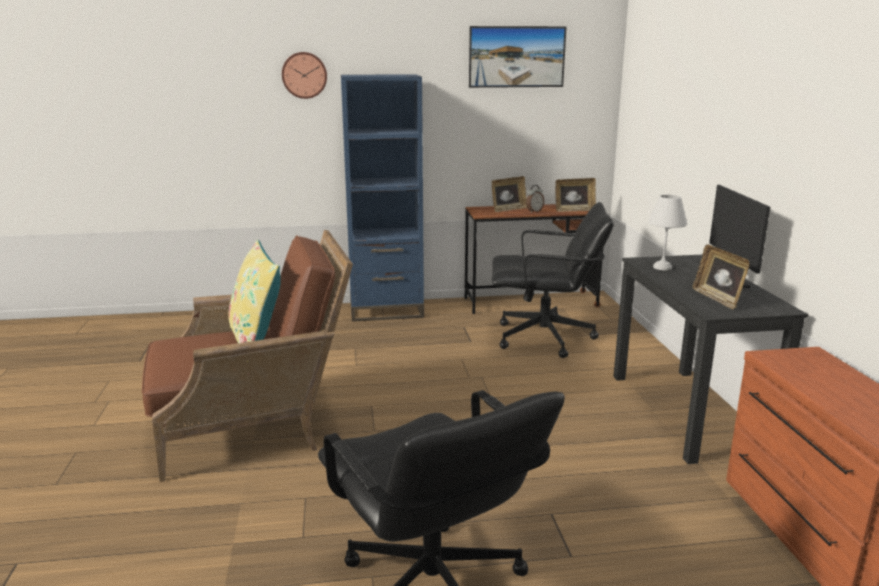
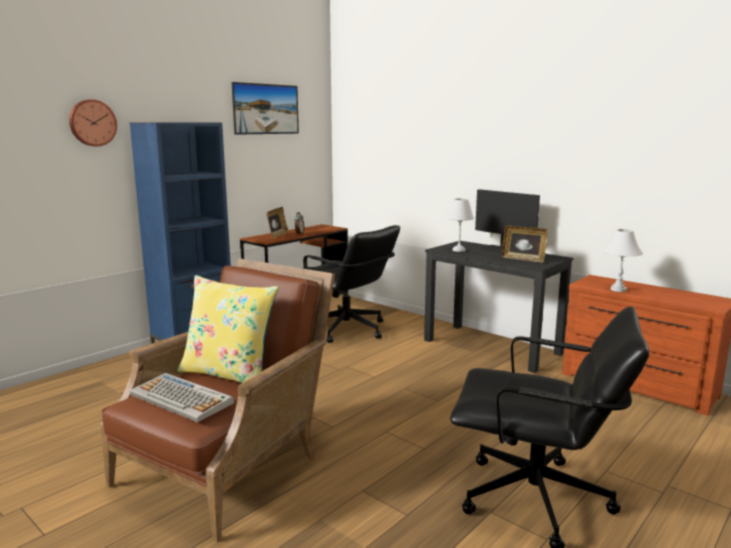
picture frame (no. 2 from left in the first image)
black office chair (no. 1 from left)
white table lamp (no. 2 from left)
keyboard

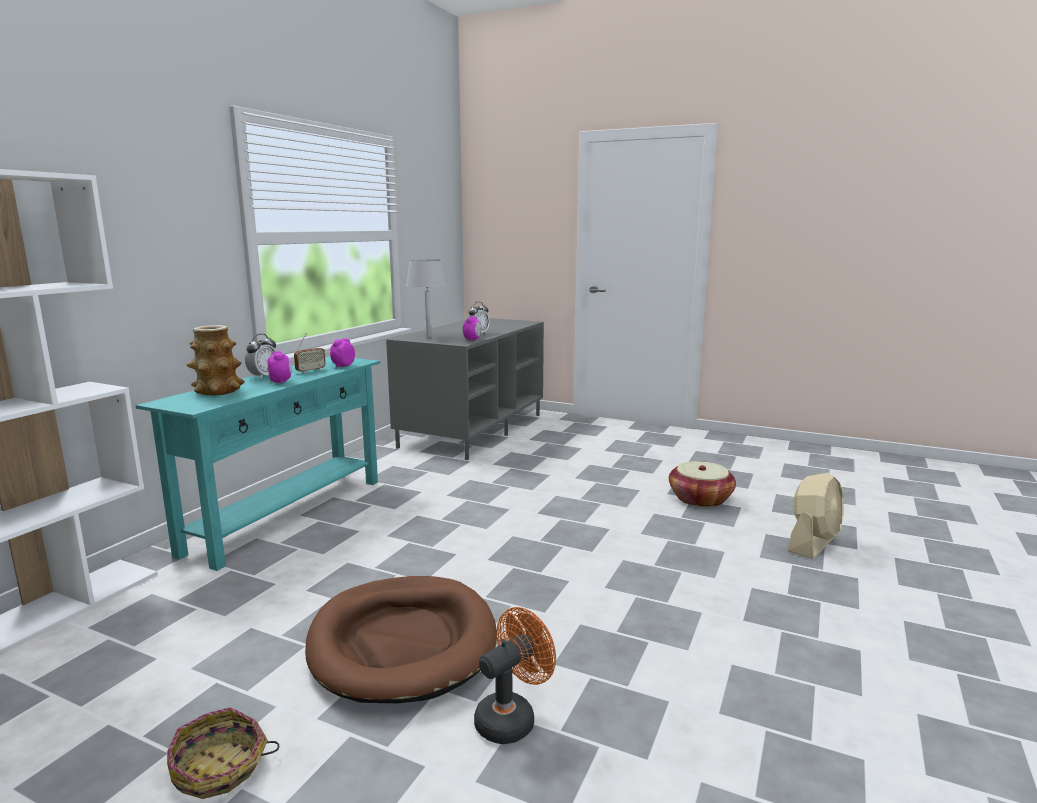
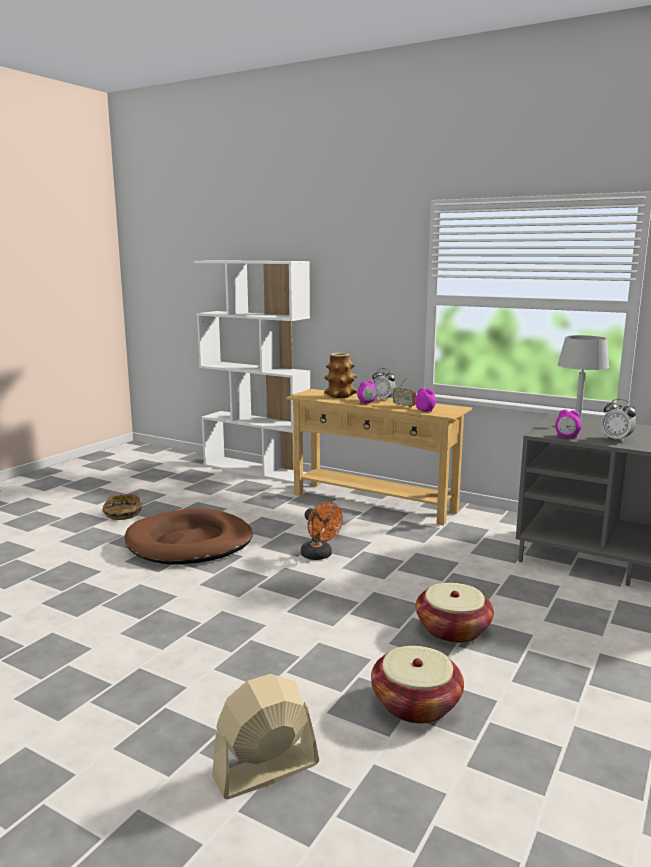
beige console table
beige fan
orange fan
basket (no. 3 from left)

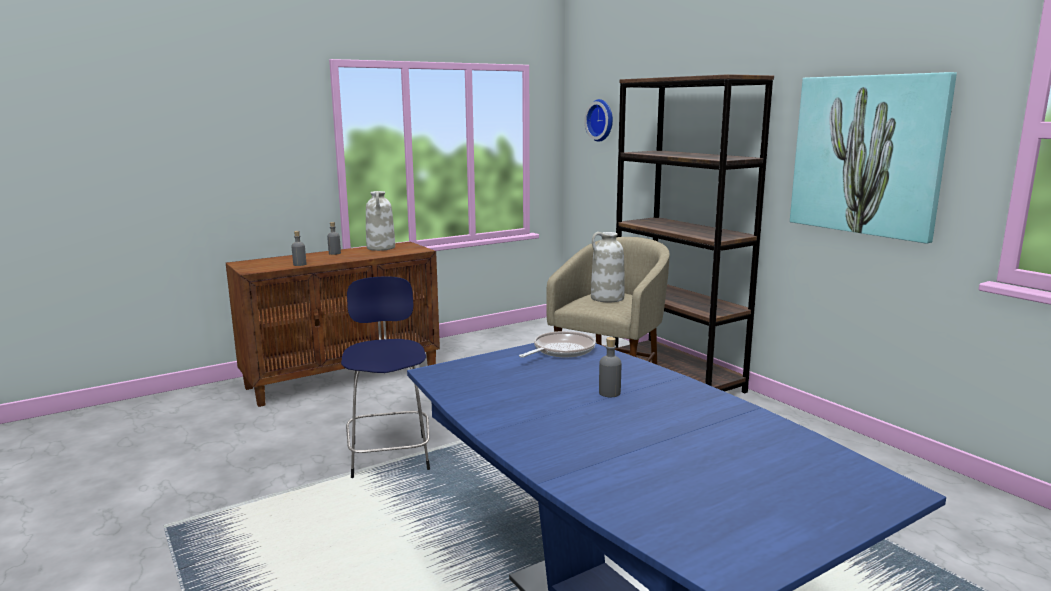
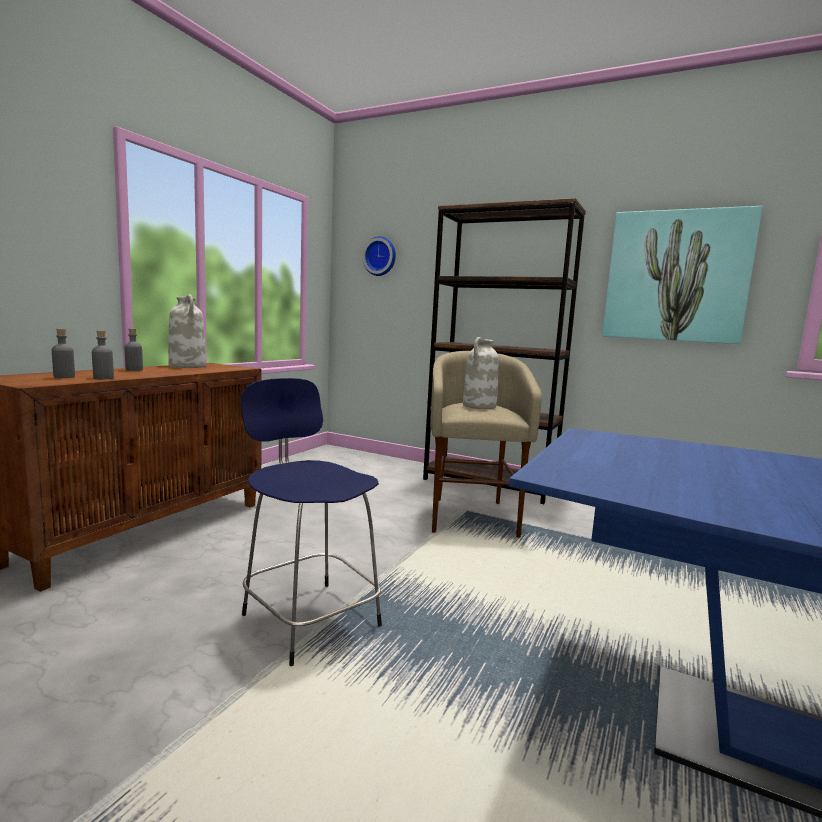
frying pan
grey bottle (no. 1 from left)

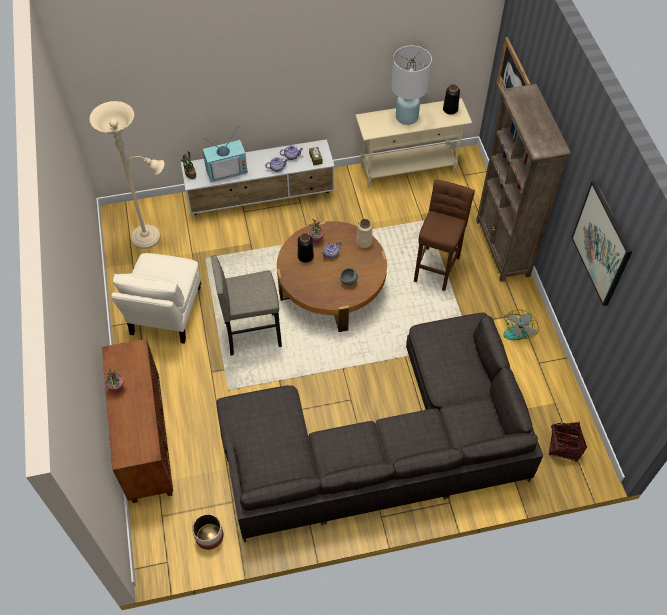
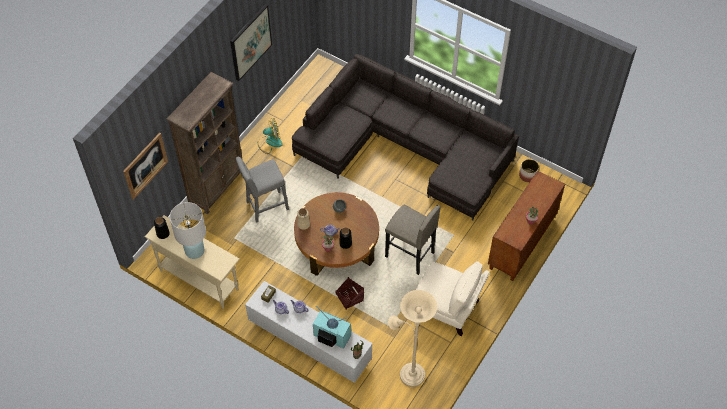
grey stool (no. 1 from left)
beige armchair
basket

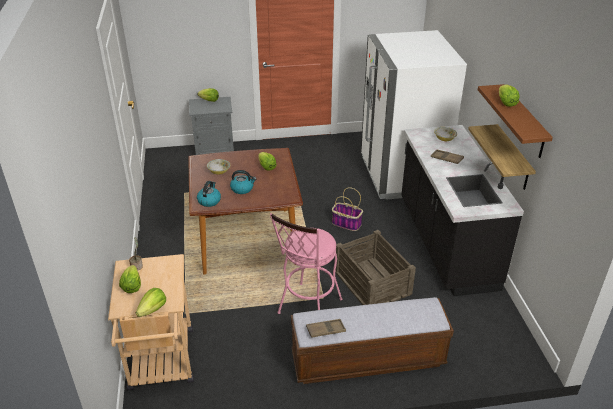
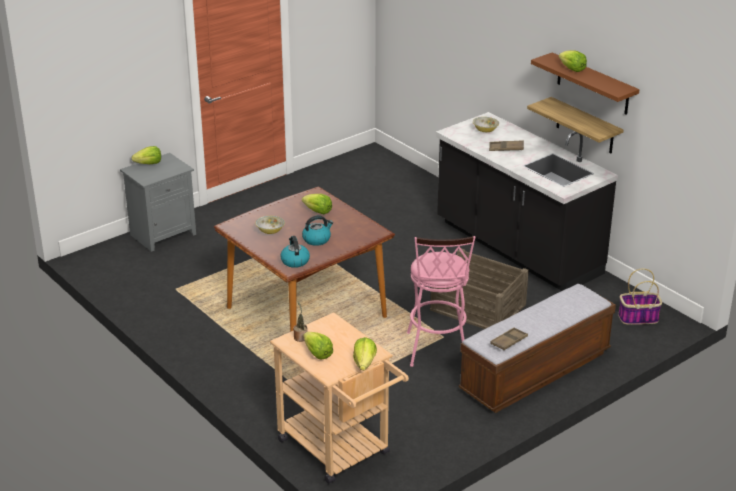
white fridge
basket

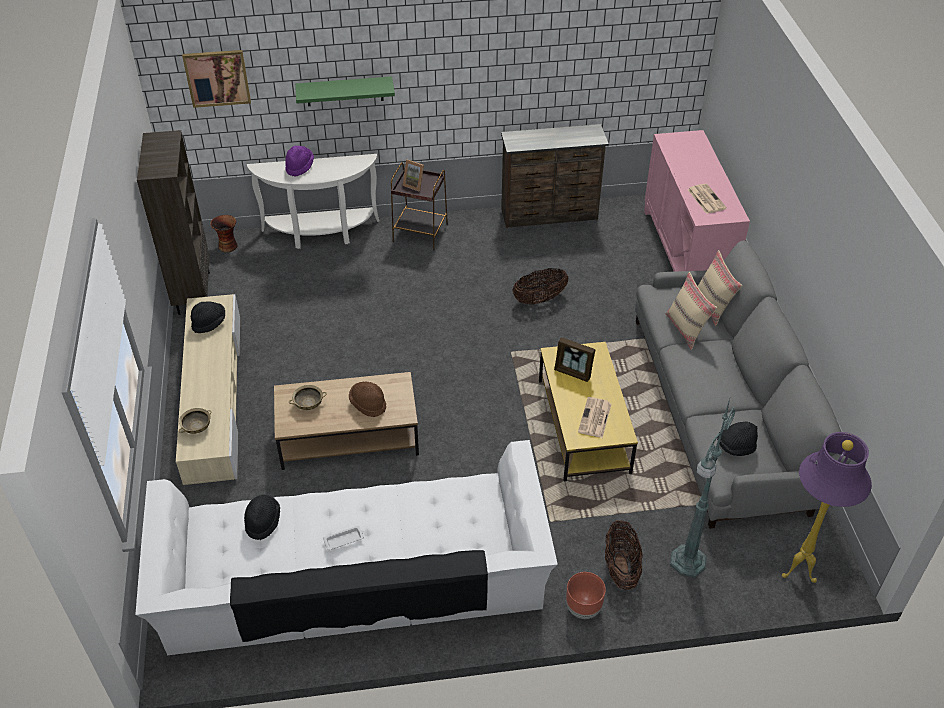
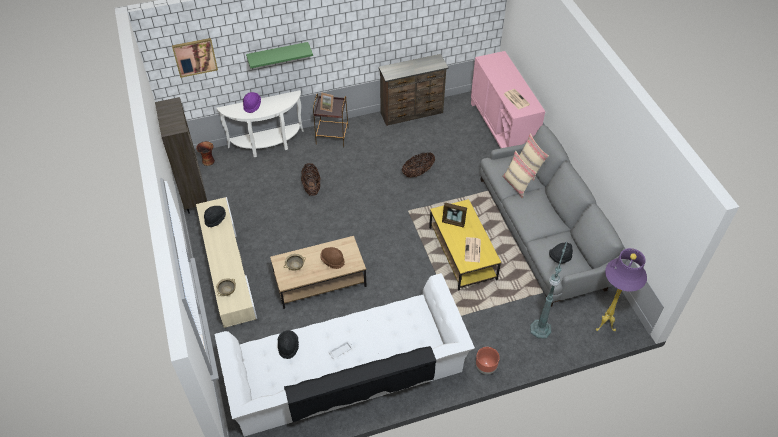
basket (no. 1 from left)

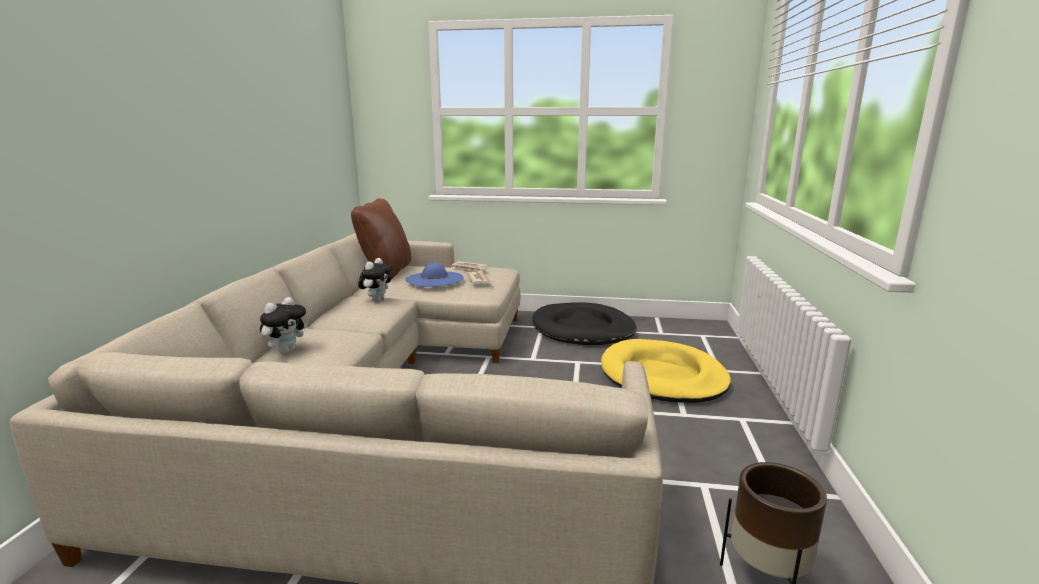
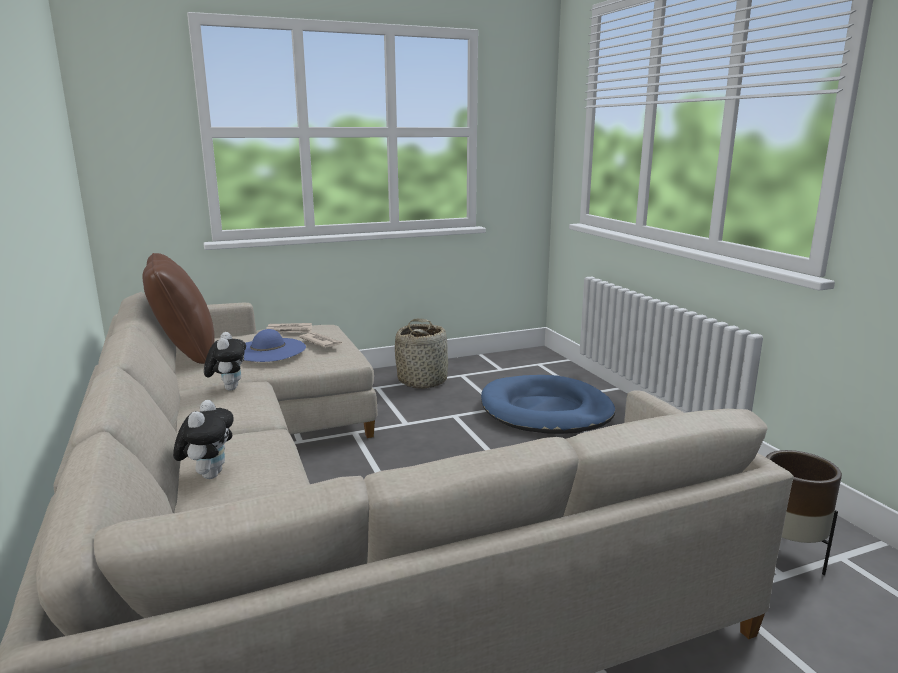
basket
blue dog bed

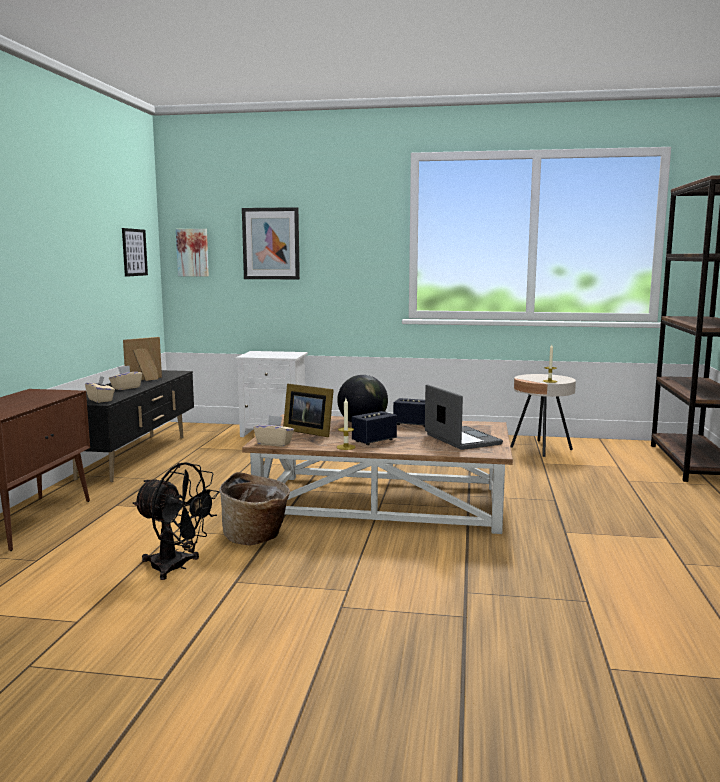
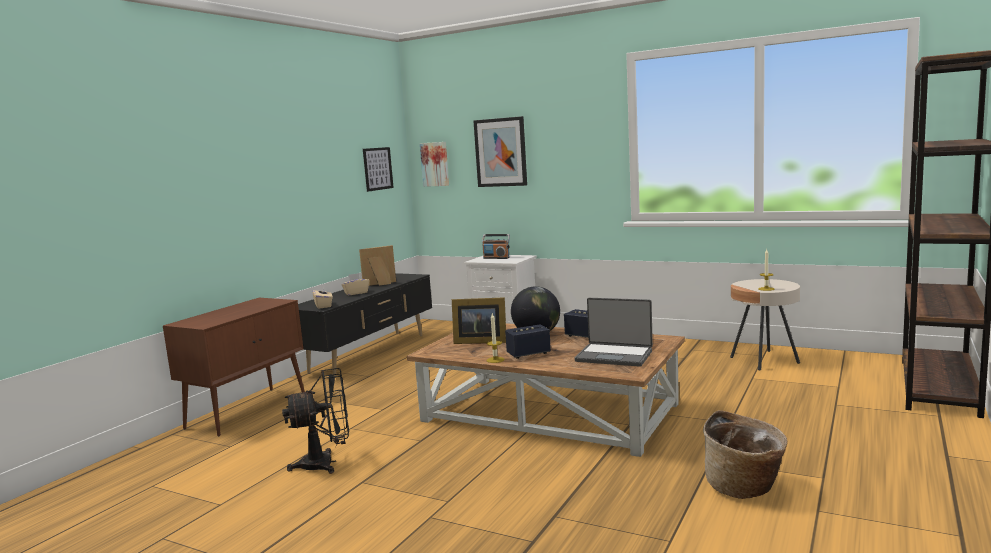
picture frame (no. 2 from left)
laptop
beige tissue box (no. 3 from left in the first image)
black fan
basket
radio

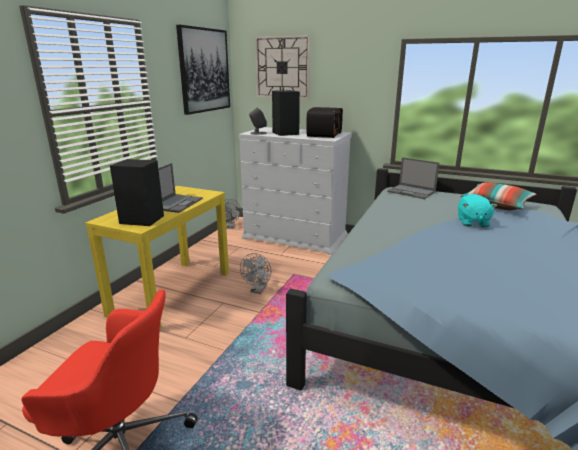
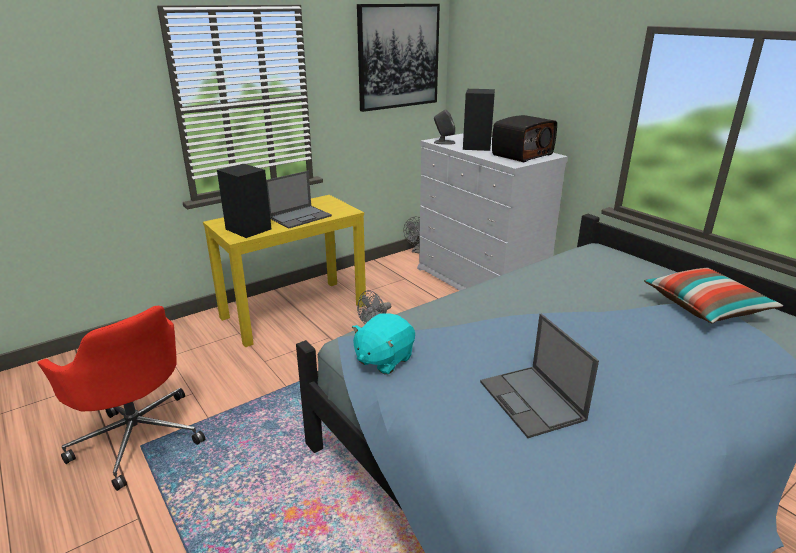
wall clock
laptop (no. 2 from left)
turquoise plush toy

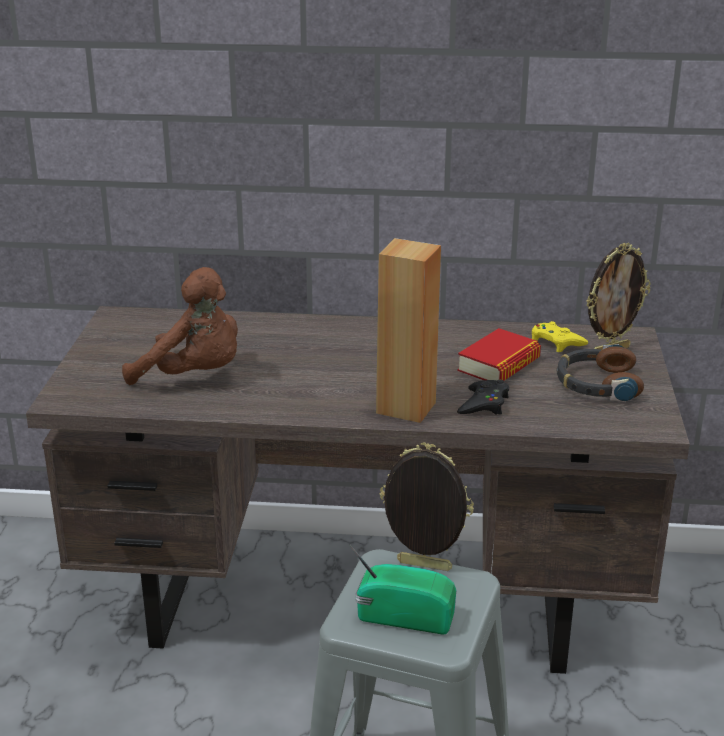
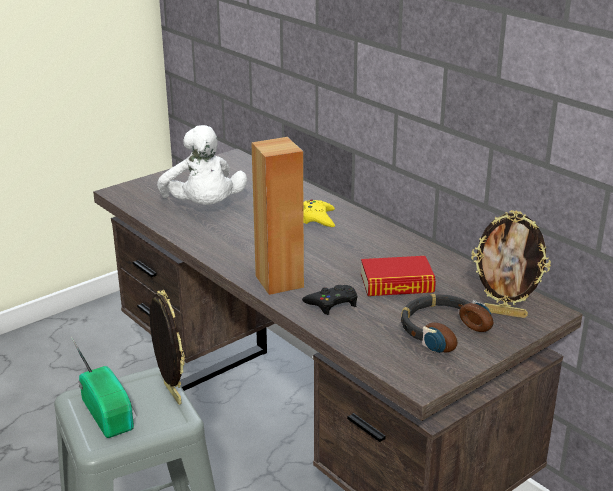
white plush toy
yellow game controller

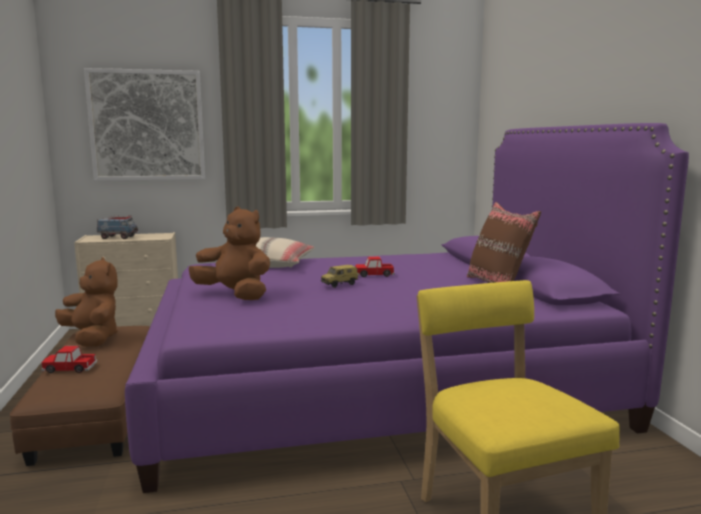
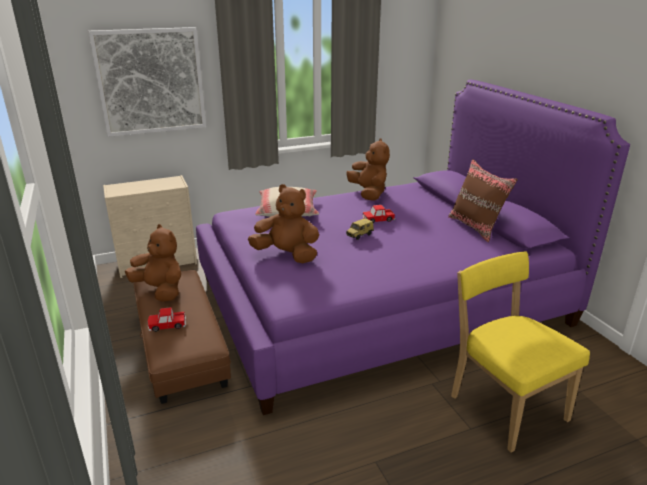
toy truck
brown plush toy (no. 3 from left)

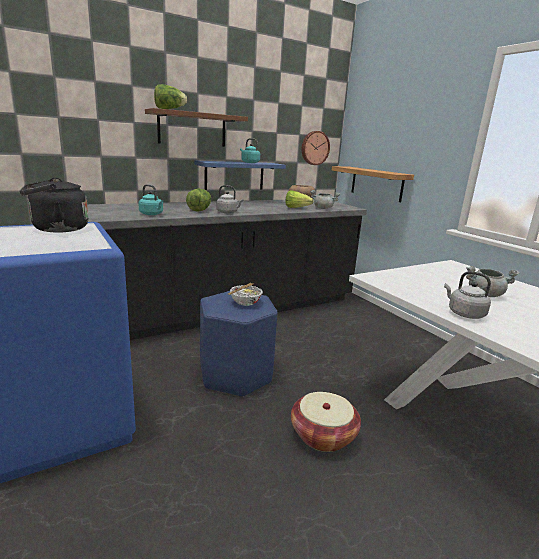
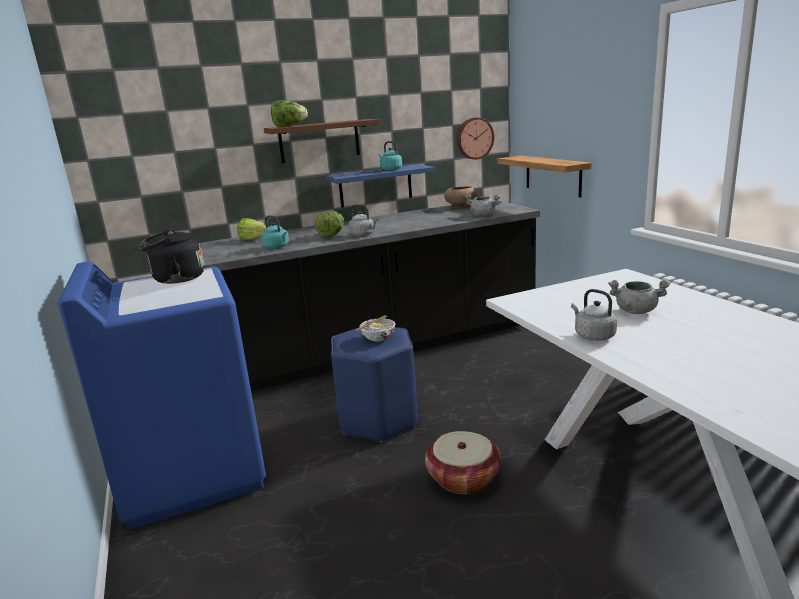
lettuce (no. 1 from left)

